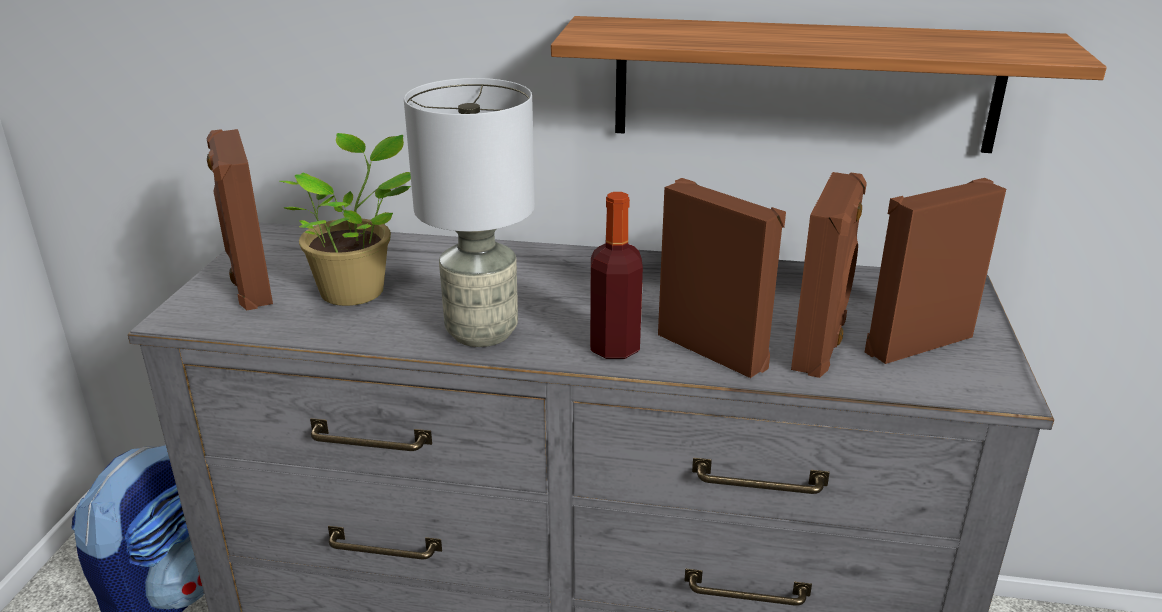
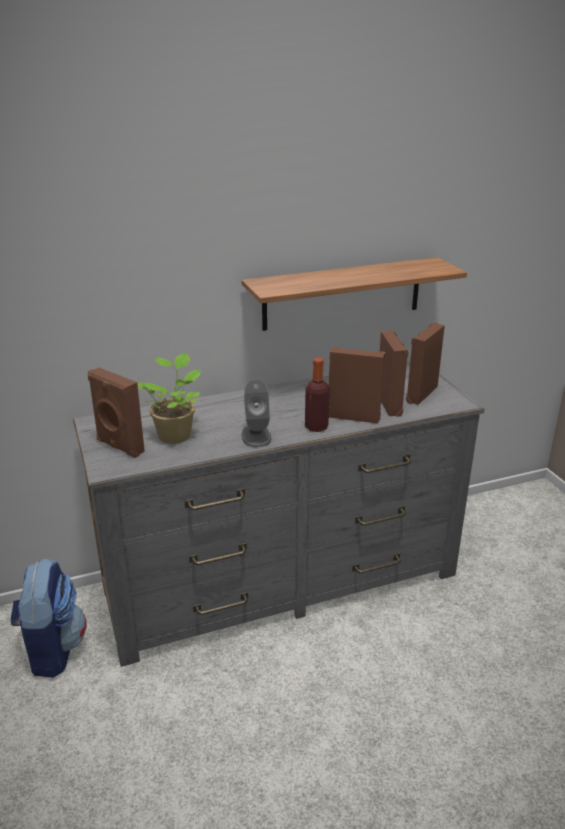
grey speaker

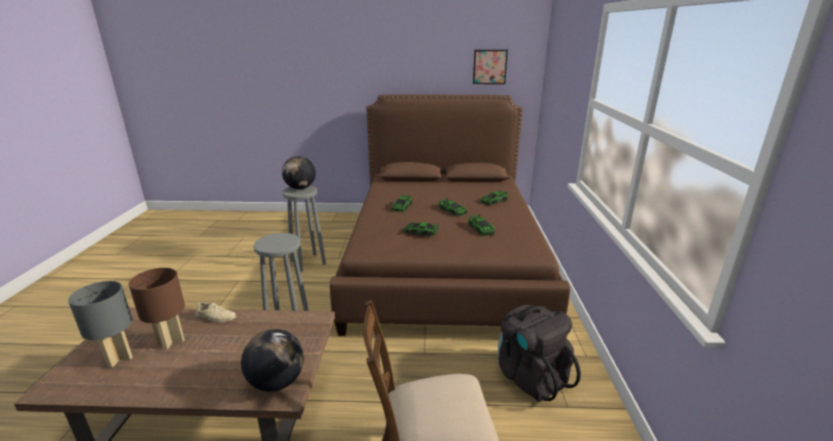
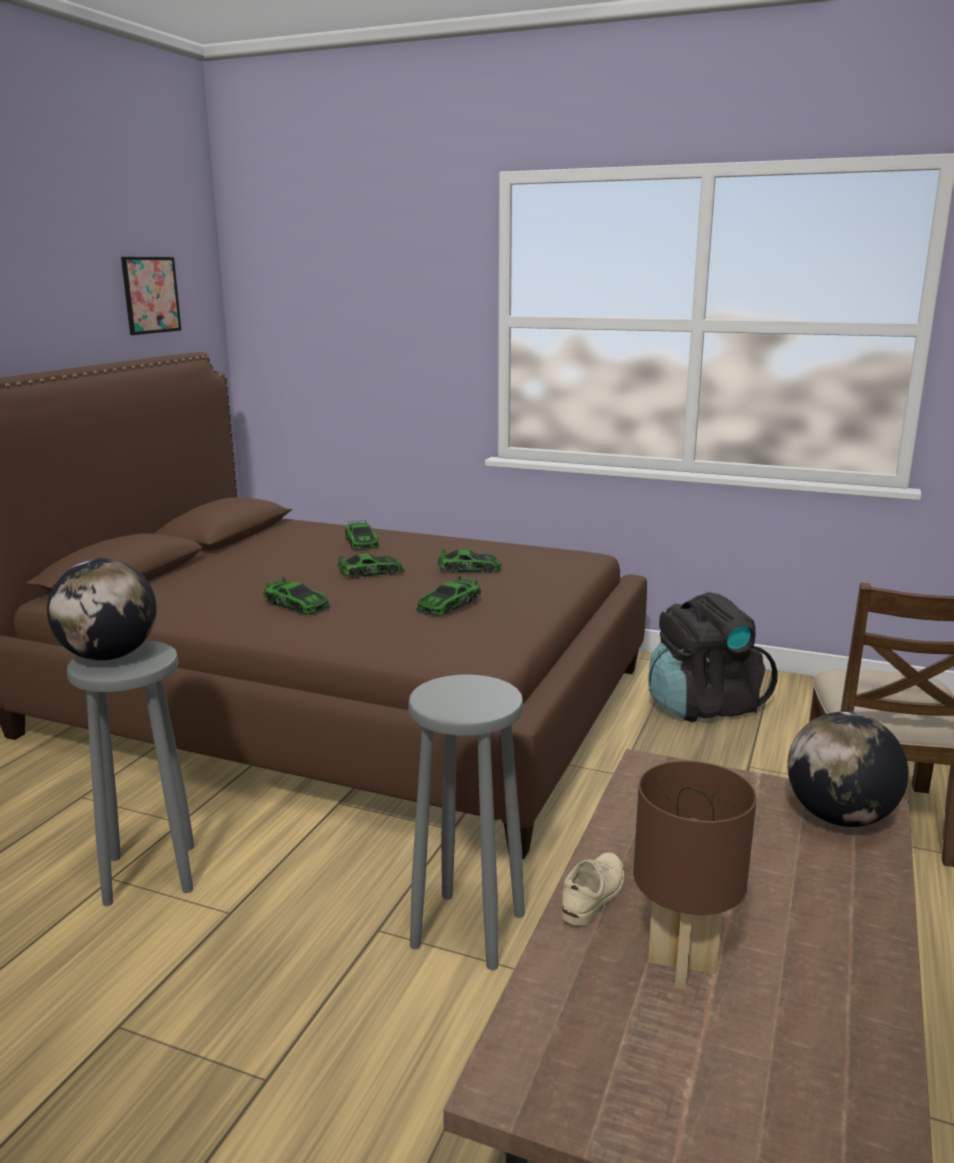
grey table lamp

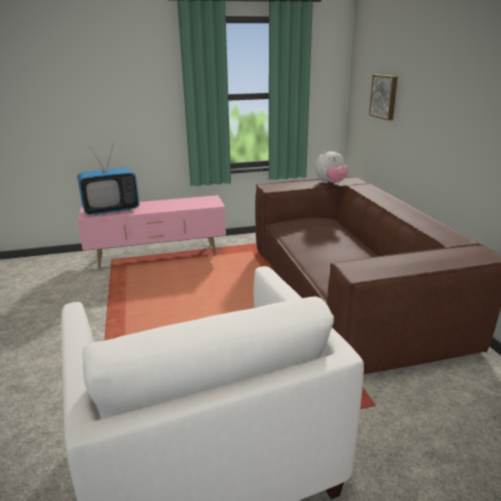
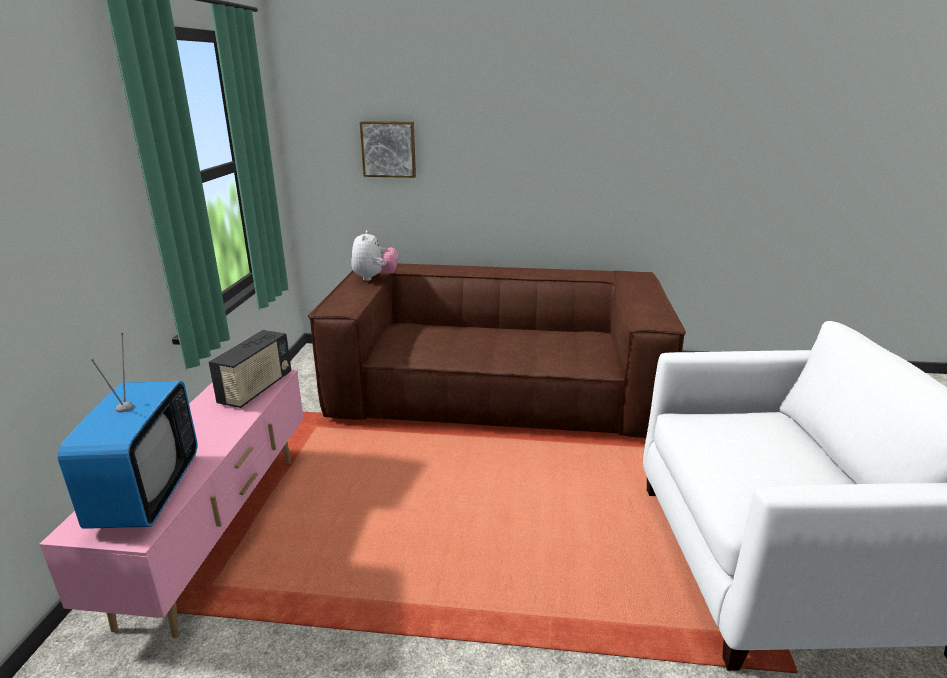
radio

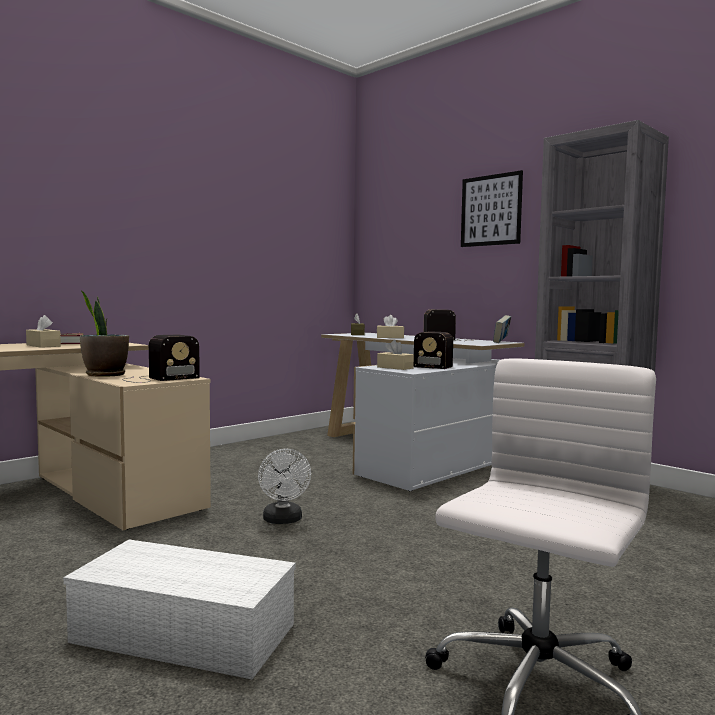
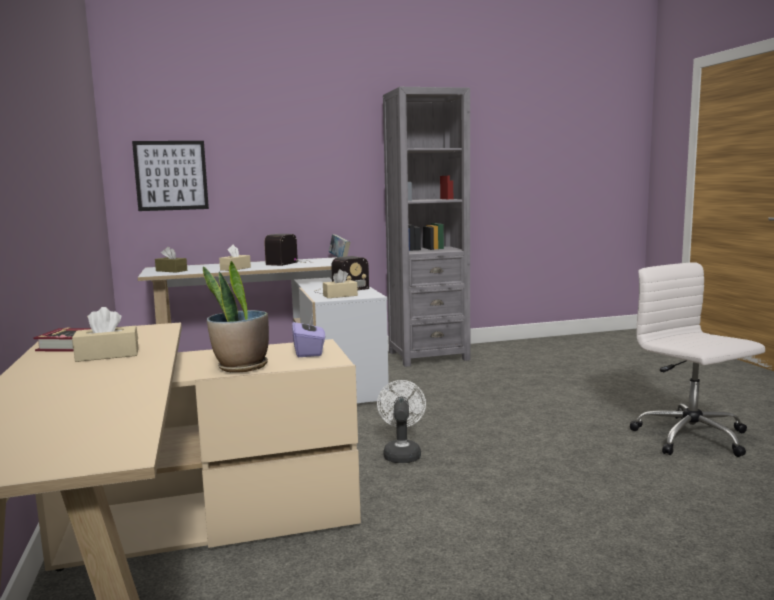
picture
purple tissue box
white fan
white storage box

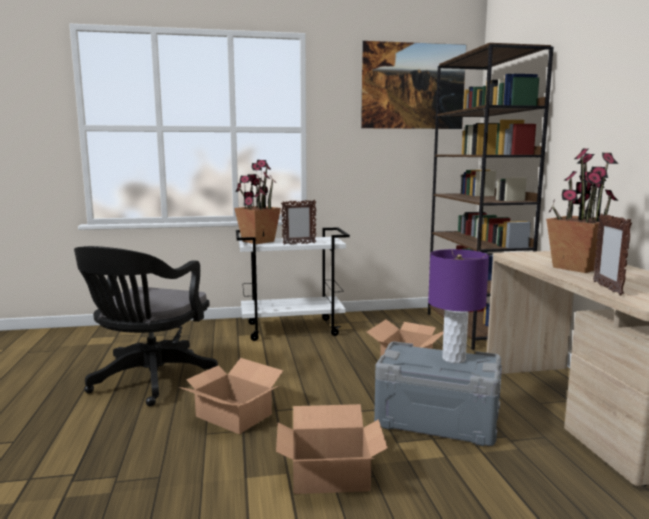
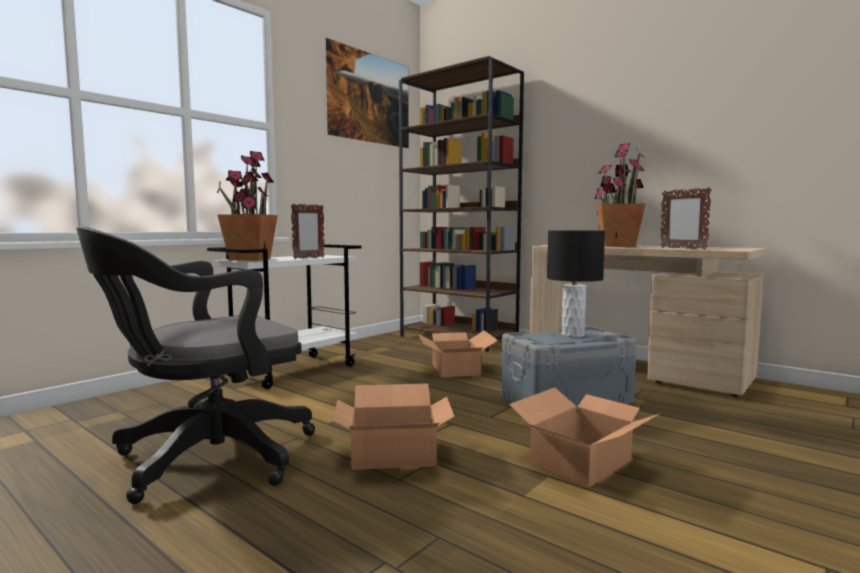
black office chair
black table lamp

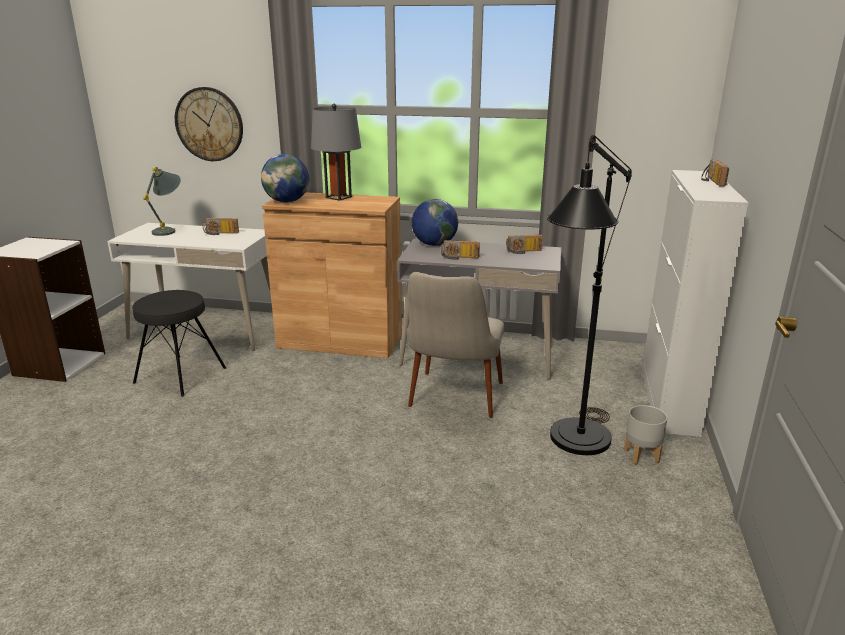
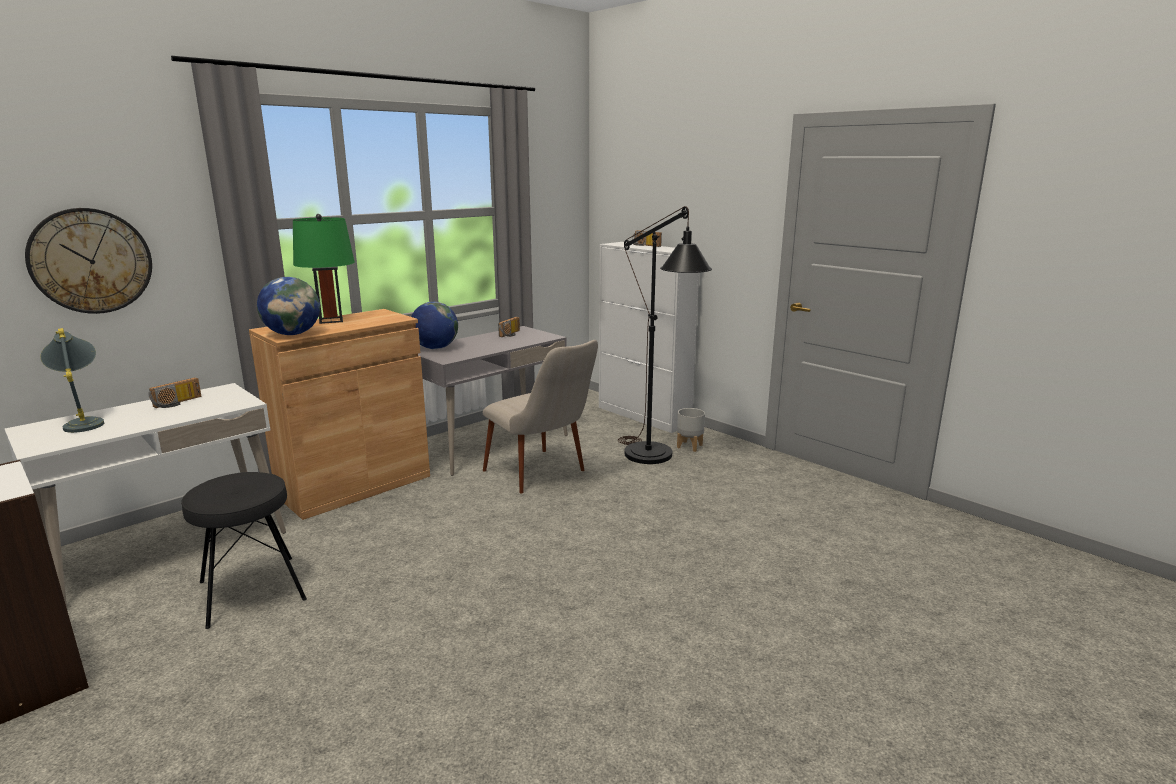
green table lamp
radio (no. 2 from left in the first image)

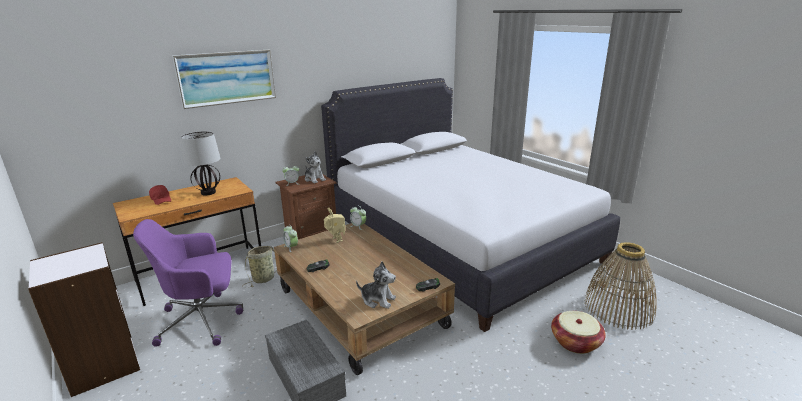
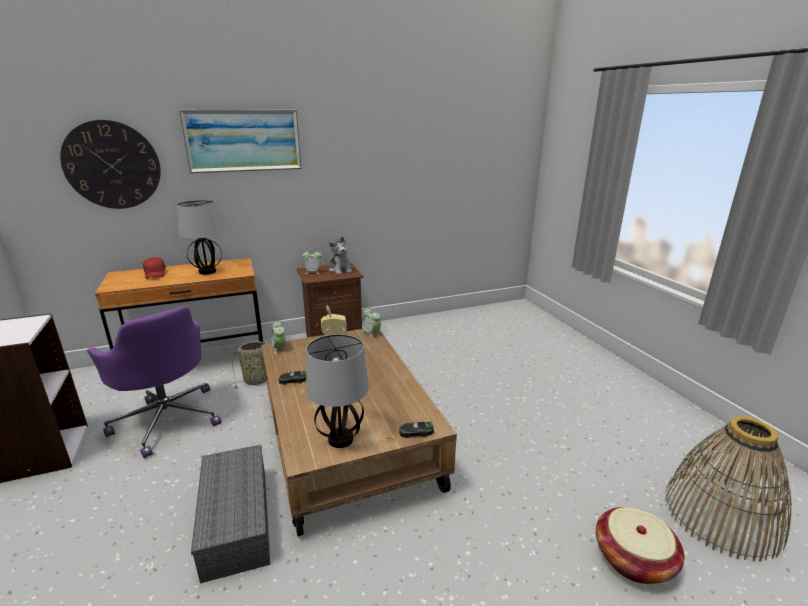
white bed
purple office chair
table lamp (no. 2 from left)
wall clock

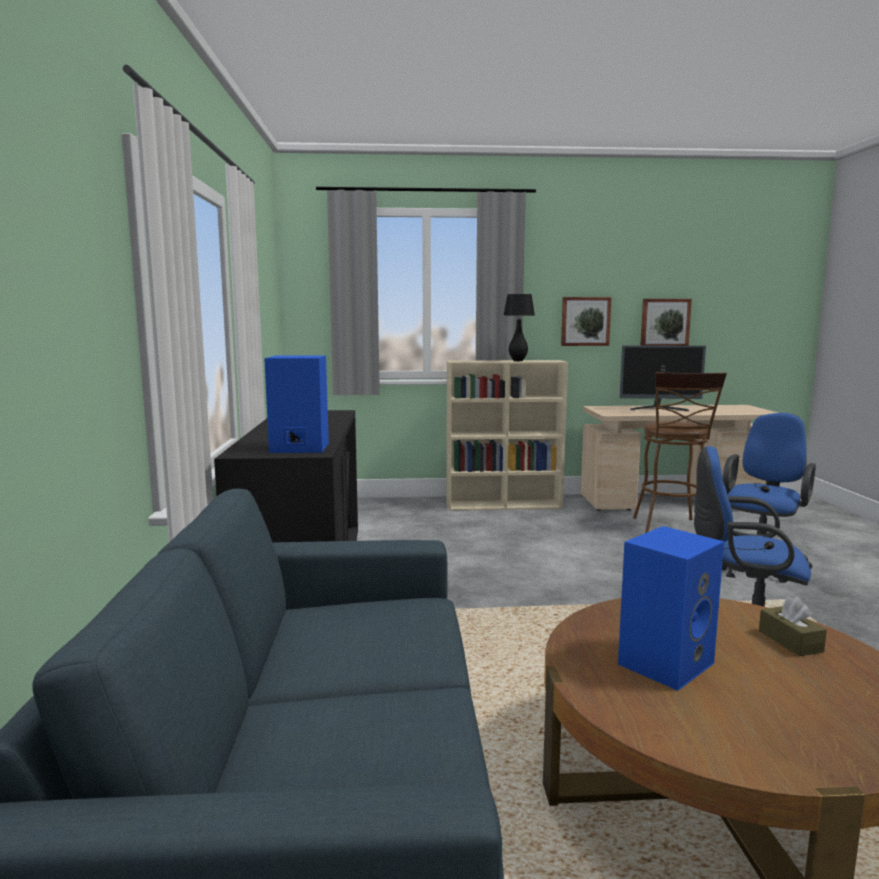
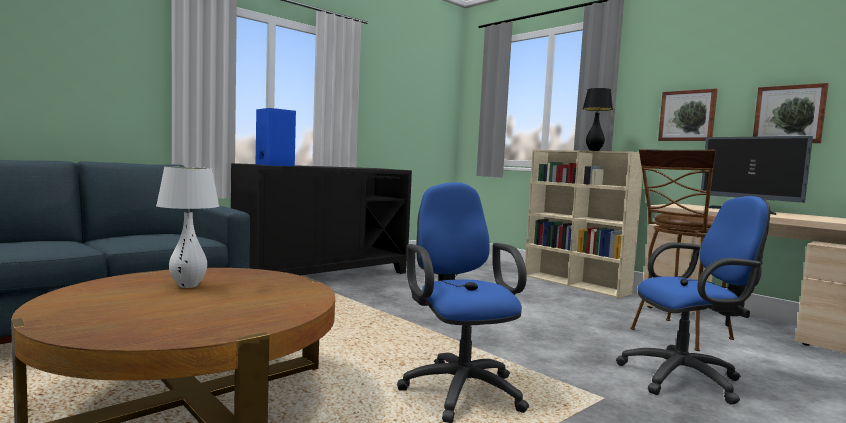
white table lamp
brown tissue box

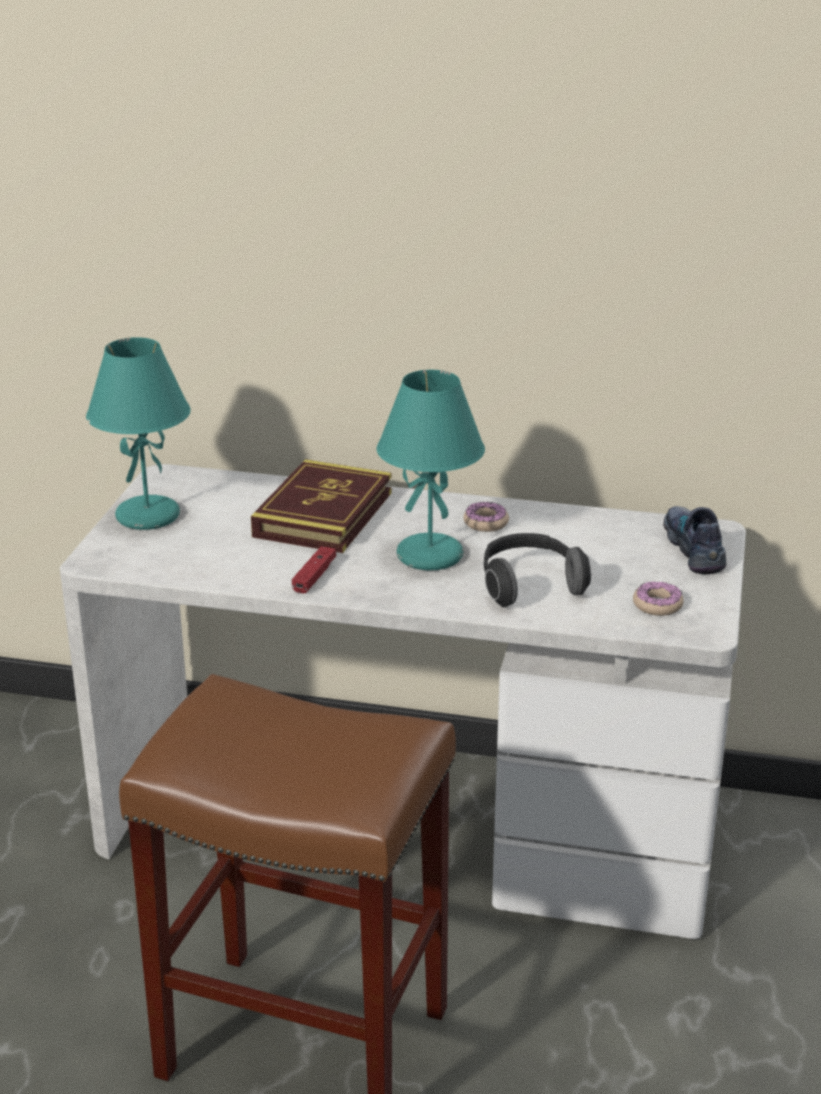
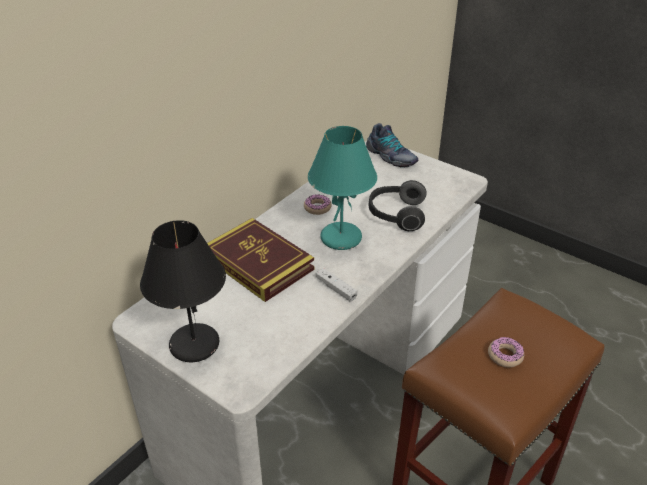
black table lamp
shoe
white game controller
donut (no. 2 from left)

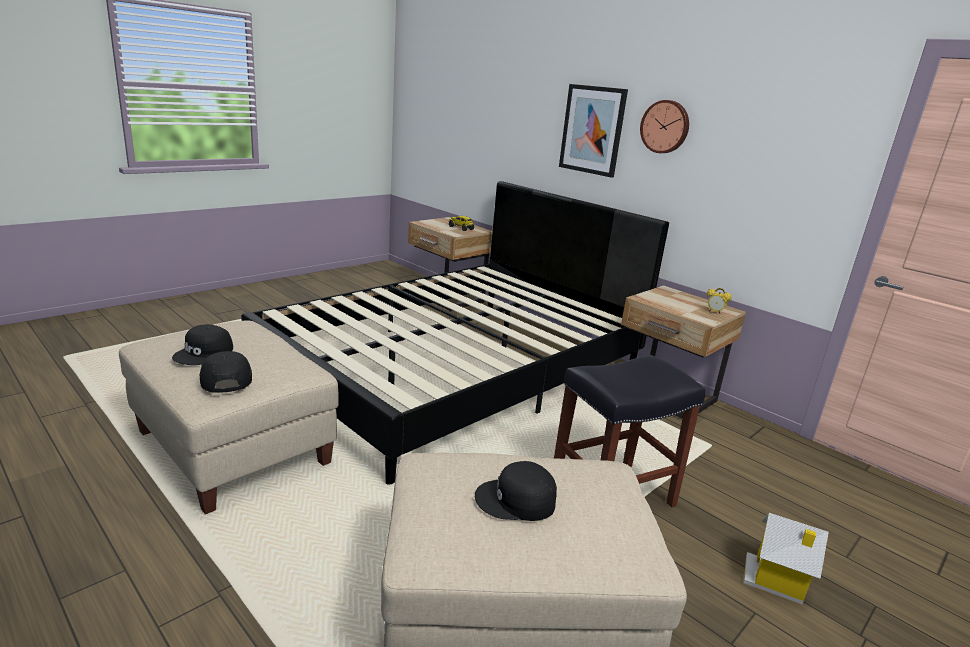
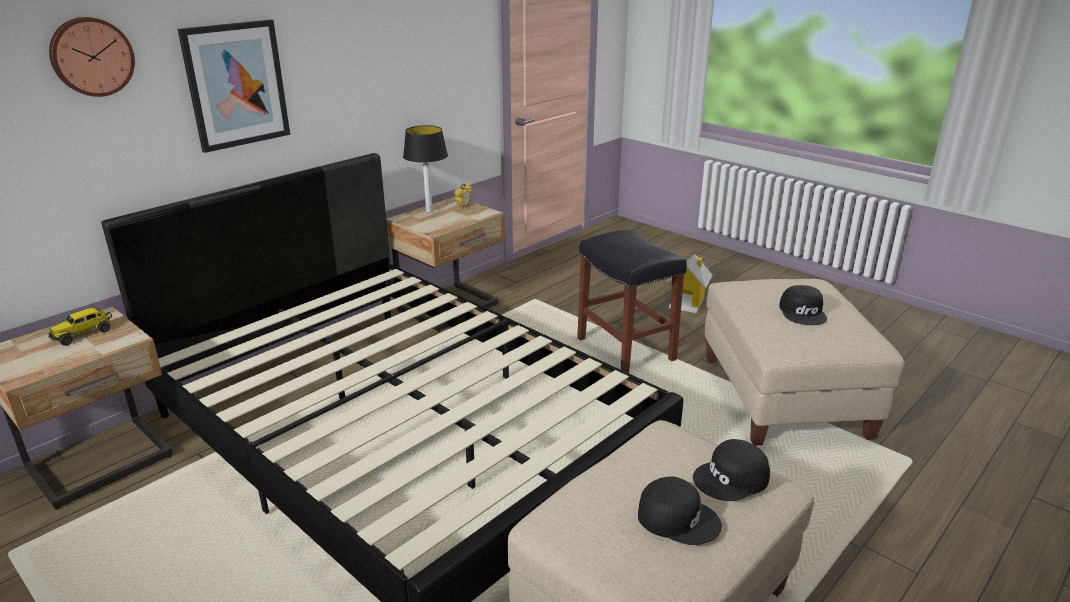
wall clock
table lamp

